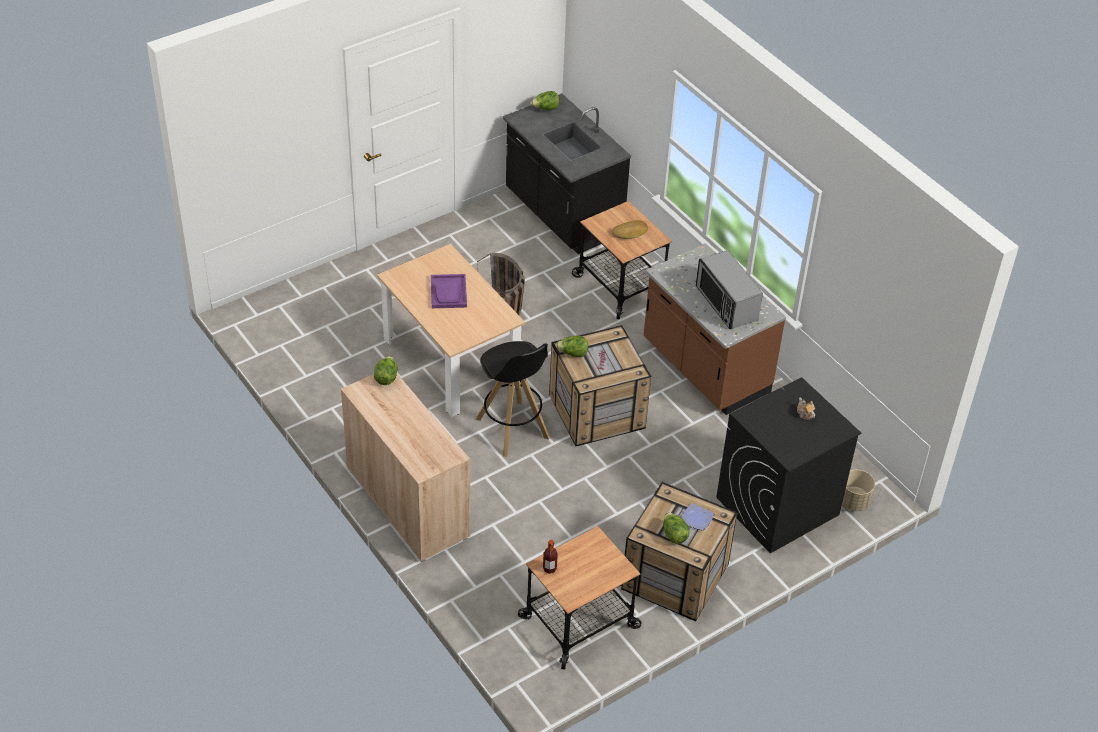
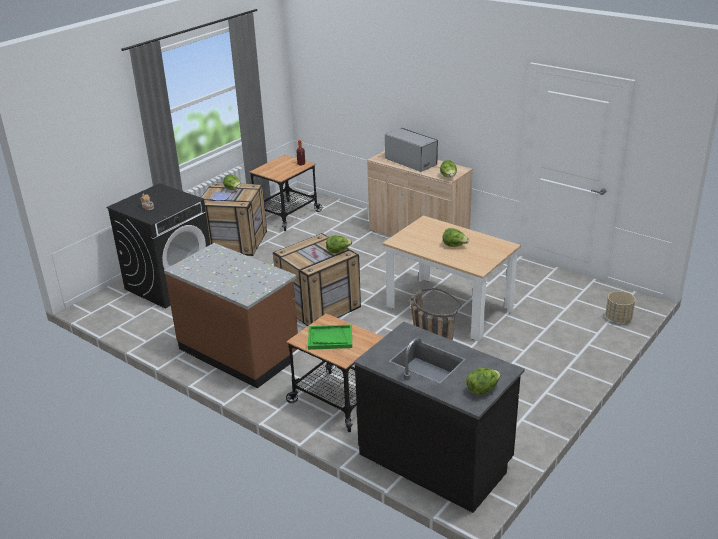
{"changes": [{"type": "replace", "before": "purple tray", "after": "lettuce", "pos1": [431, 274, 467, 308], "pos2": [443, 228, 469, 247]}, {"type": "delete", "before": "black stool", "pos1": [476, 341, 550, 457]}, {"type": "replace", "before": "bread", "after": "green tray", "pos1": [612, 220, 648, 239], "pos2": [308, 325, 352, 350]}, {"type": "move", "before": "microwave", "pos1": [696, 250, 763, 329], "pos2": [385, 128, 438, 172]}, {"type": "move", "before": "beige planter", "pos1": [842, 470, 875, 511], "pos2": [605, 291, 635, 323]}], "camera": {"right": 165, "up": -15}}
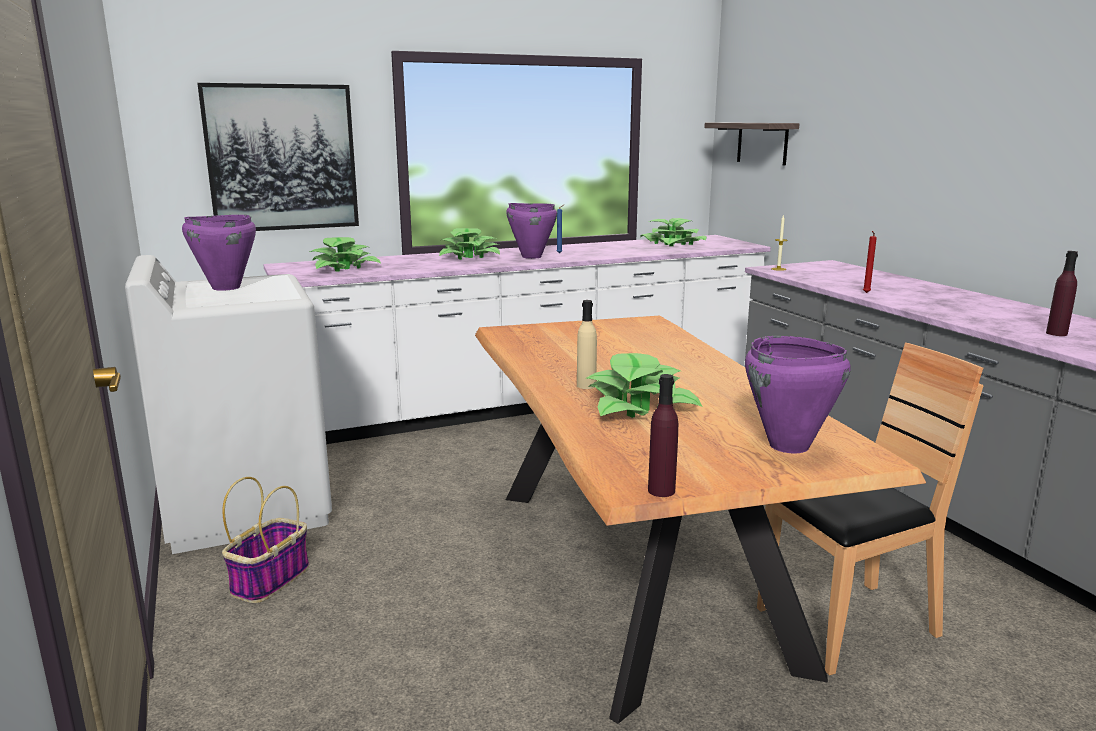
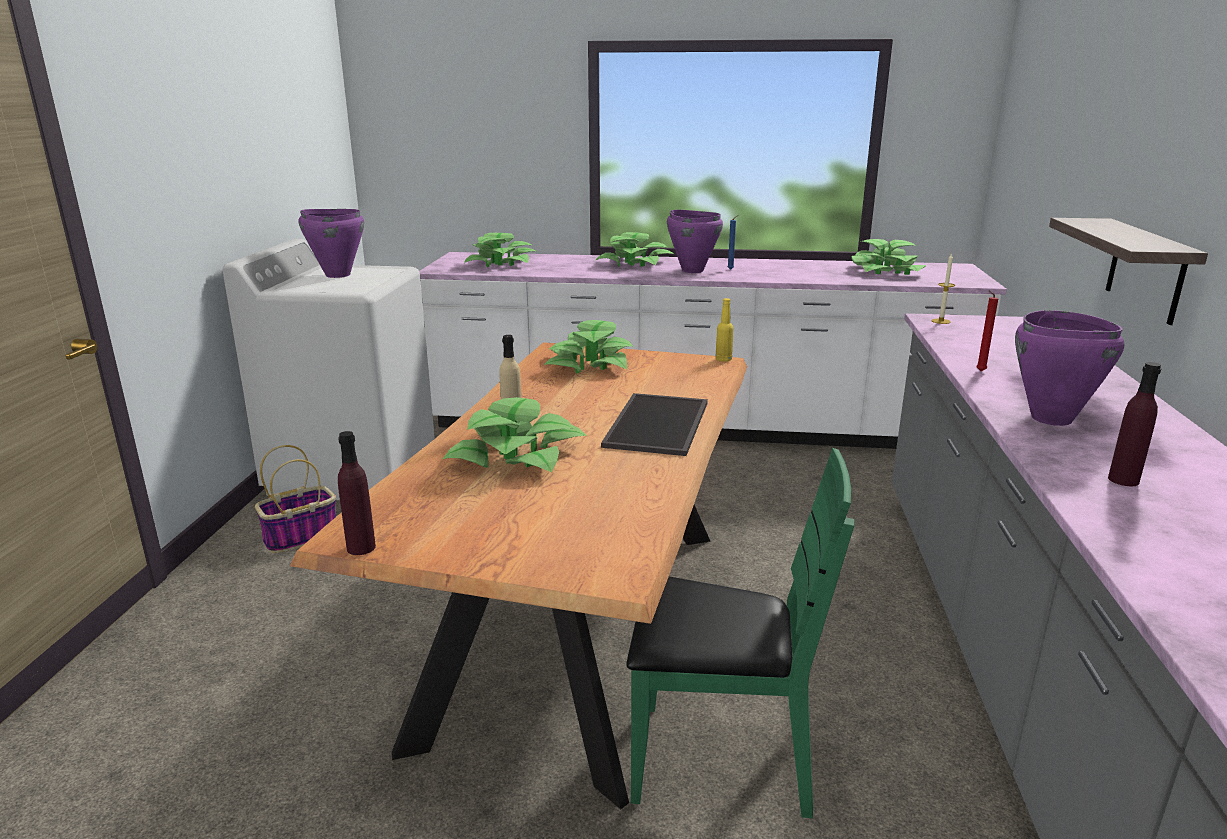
{"changes": [{"type": "delete", "before": "picture", "pos1": [197, 83, 359, 231]}, {"type": "move", "before": "shelf", "pos1": [704, 123, 799, 166], "pos2": [1049, 218, 1208, 325]}, {"type": "move", "before": "purple cooking pot", "pos1": [745, 336, 851, 453], "pos2": [1015, 310, 1125, 426]}, {"type": "recolor", "before": "brown chair", "after": "green chair", "pos1": [757, 342, 984, 675], "pos2": [626, 448, 854, 818]}, {"type": "insert", "after": "potted plant", "pos2": [544, 320, 634, 373]}, {"type": "insert", "after": "tray", "pos2": [601, 393, 708, 456]}, {"type": "insert", "after": "yellow bottle", "pos2": [715, 298, 733, 362]}], "camera": {"right": 30, "up": 5}}
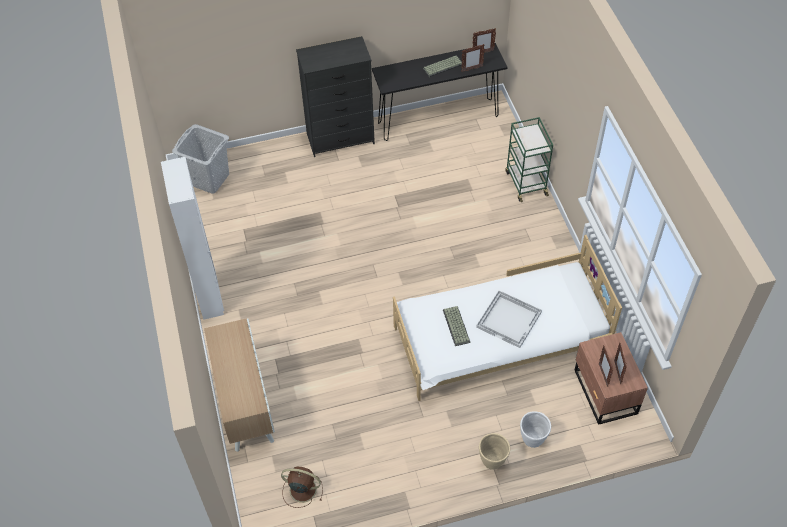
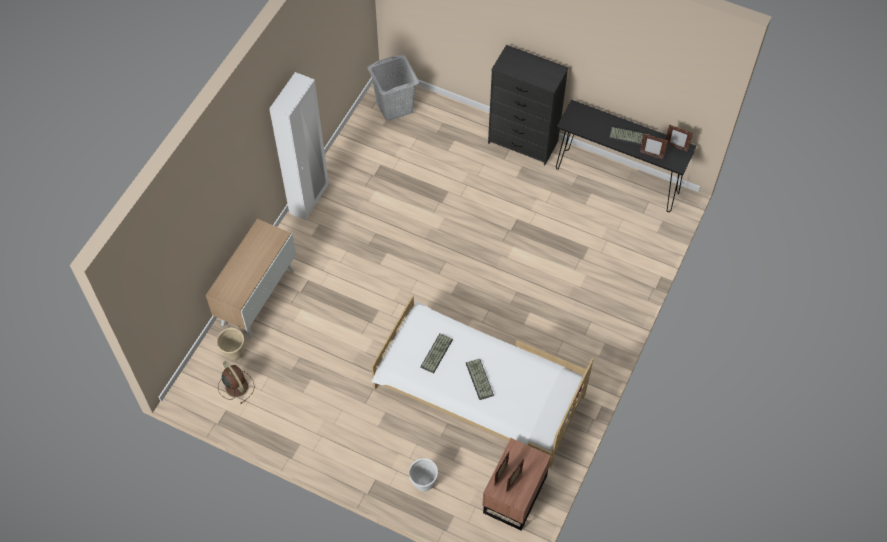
{"changes": [{"type": "replace", "before": "white tray", "after": "keyboard", "pos1": [476, 290, 542, 348], "pos2": [466, 359, 494, 400]}, {"type": "move", "before": "beige planter", "pos1": [479, 433, 510, 470], "pos2": [217, 328, 244, 361]}, {"type": "delete", "before": "green cart", "pos1": [505, 117, 553, 202]}], "camera": {"right": 40, "up": 5}}
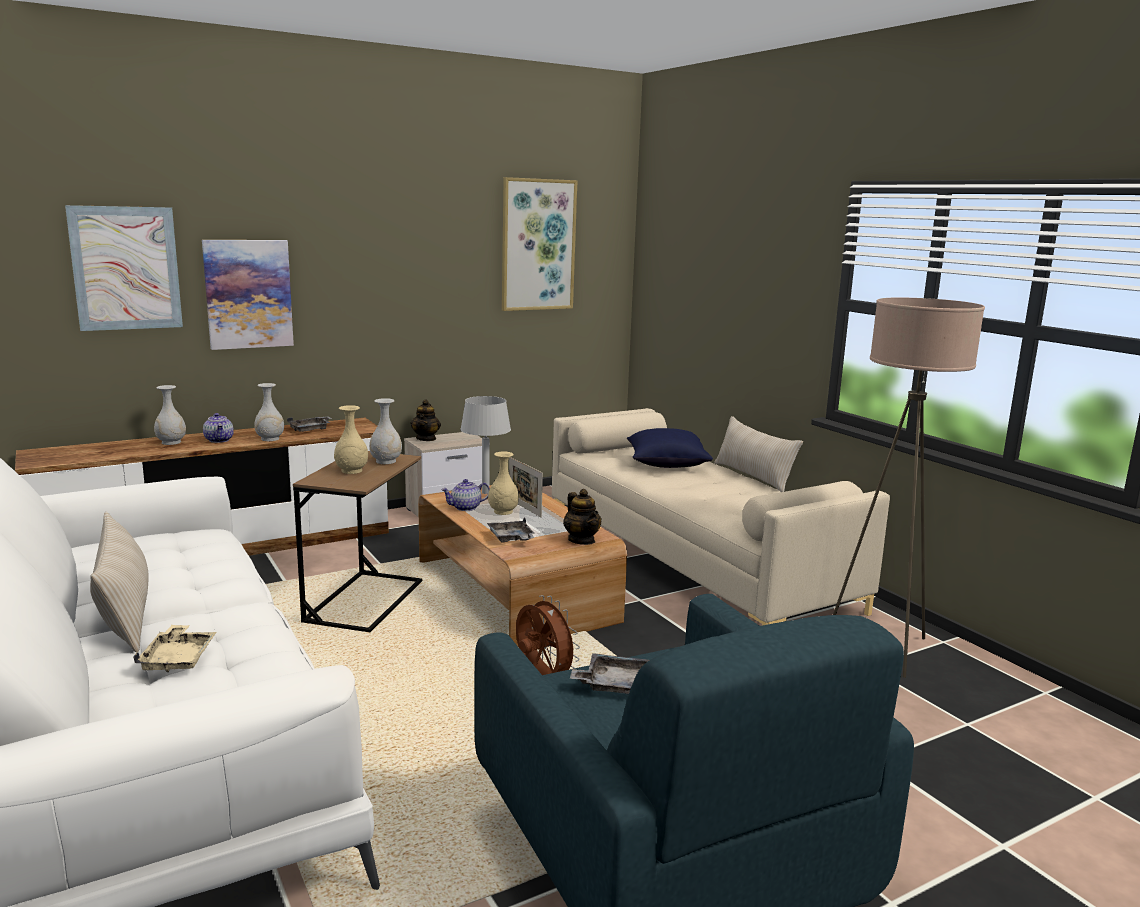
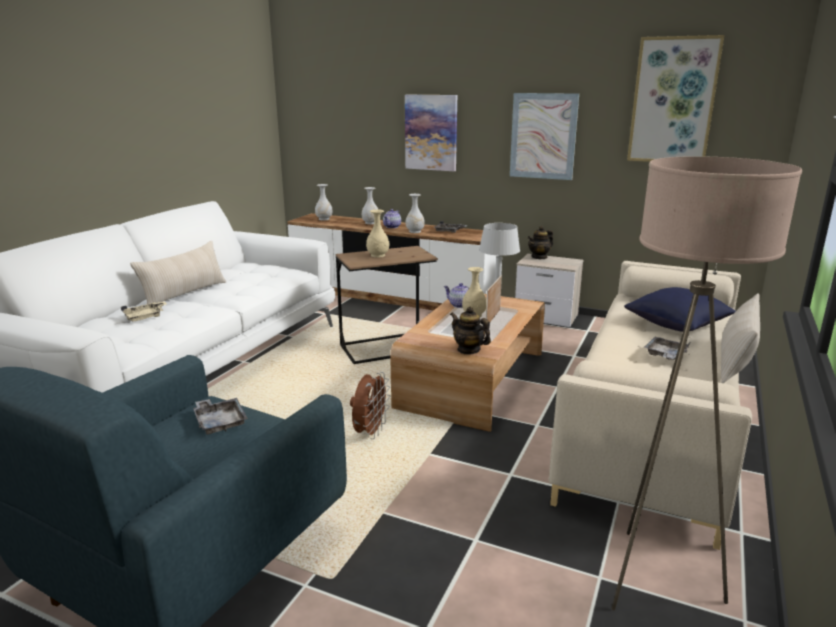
{"changes": [{"type": "move", "before": "picture", "pos1": [65, 205, 183, 331], "pos2": [510, 93, 579, 180]}, {"type": "move", "before": "white vase", "pos1": [369, 398, 402, 464], "pos2": [315, 184, 333, 220]}, {"type": "move", "before": "grey tray", "pos1": [487, 517, 535, 542], "pos2": [644, 337, 690, 360]}, {"type": "rotate", "before": "teapot", "pos1": [563, 489, 602, 545], "pos2": [450, 306, 491, 355], "turn": 105}], "camera": {"right": 55, "up": 5}}
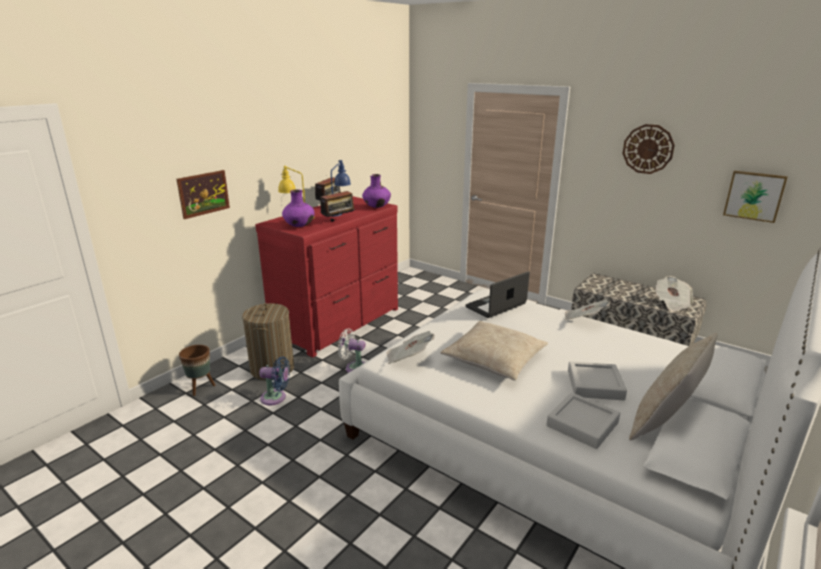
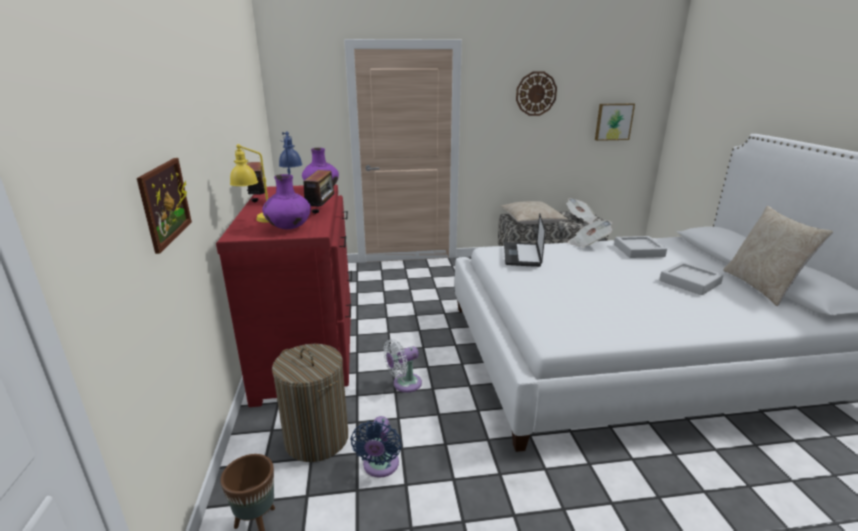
{"changes": [{"type": "rotate", "before": "blue fan", "pos1": [259, 357, 290, 405], "pos2": [351, 416, 402, 478], "turn": 135}, {"type": "delete", "before": "newspaper", "pos1": [387, 331, 435, 364]}, {"type": "move", "before": "beige pillow", "pos1": [440, 321, 548, 381], "pos2": [501, 201, 568, 225]}, {"type": "move", "before": "grey tray", "pos1": [546, 392, 620, 449], "pos2": [614, 236, 667, 258]}], "camera": {"right": -45, "up": 0}}
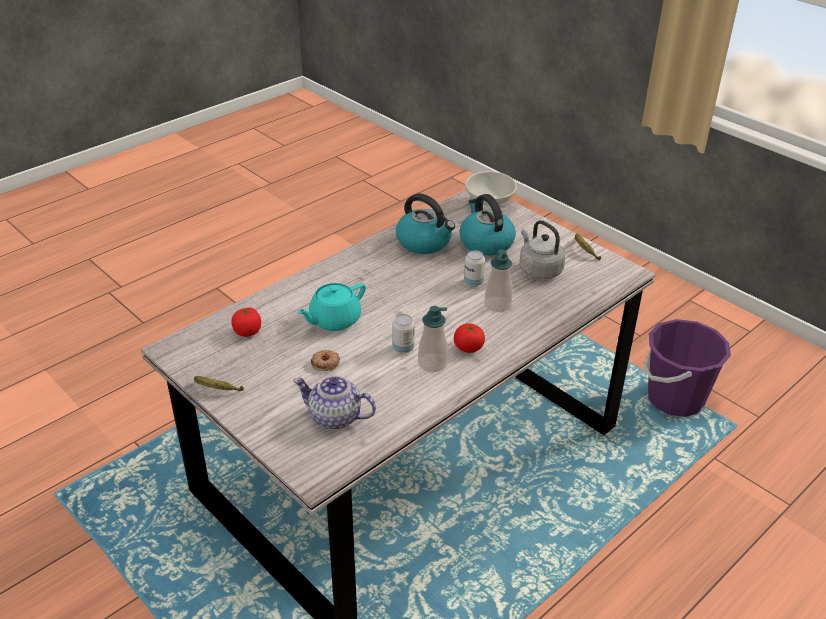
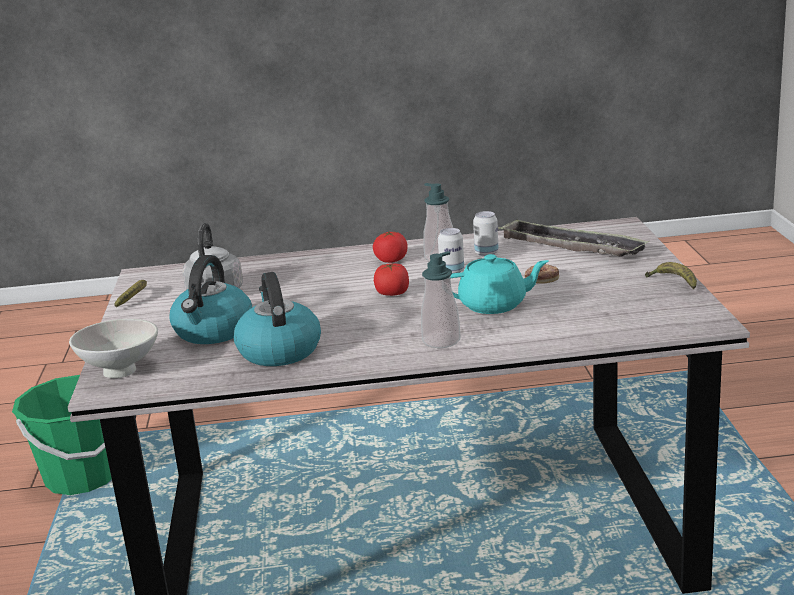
{"changes": [{"type": "move", "before": "tomato", "pos1": [231, 308, 261, 337], "pos2": [374, 263, 409, 296]}, {"type": "replace", "before": "teapot", "after": "tray", "pos1": [293, 376, 376, 430], "pos2": [498, 219, 650, 257]}, {"type": "move", "before": "can", "pos1": [464, 250, 485, 287], "pos2": [473, 211, 499, 256]}, {"type": "move", "before": "soap dispenser", "pos1": [484, 249, 513, 312], "pos2": [421, 251, 461, 348]}, {"type": "recolor", "before": "purple bucket", "after": "green bucket", "pos1": [644, 319, 731, 417], "pos2": [12, 375, 112, 495]}], "camera": {"right": -140, "up": -15}}
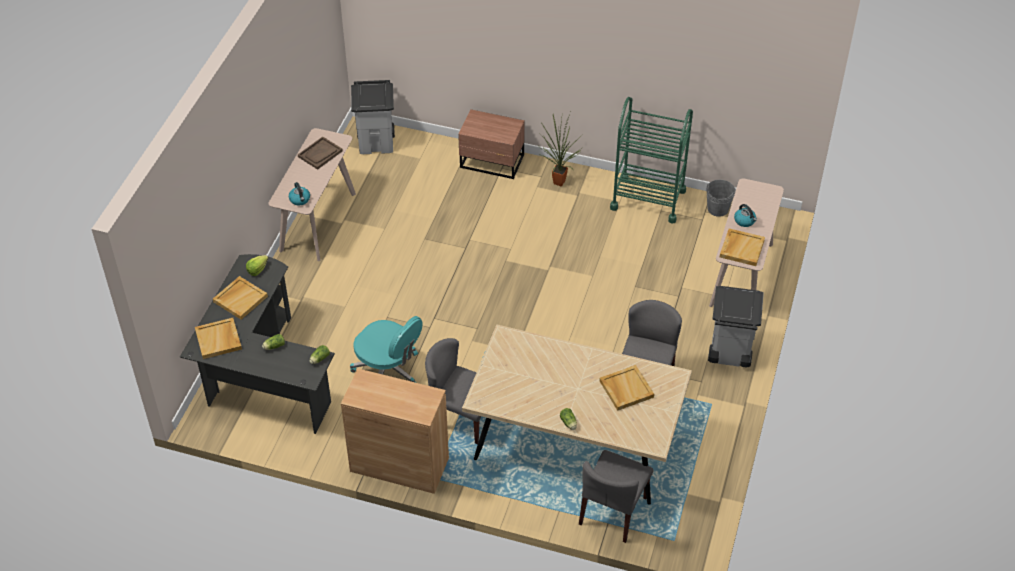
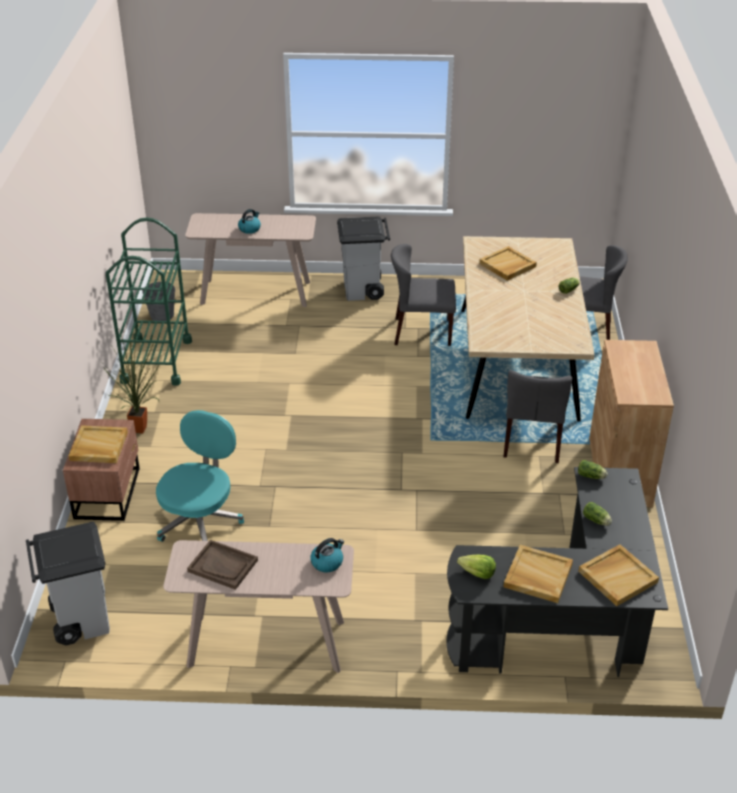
{"changes": [{"type": "move", "before": "turquoise office chair", "pos1": [350, 316, 422, 383], "pos2": [156, 410, 244, 542]}, {"type": "move", "before": "beige tray", "pos1": [720, 228, 765, 266], "pos2": [69, 425, 128, 463]}], "camera": {"right": -105, "up": -10}}
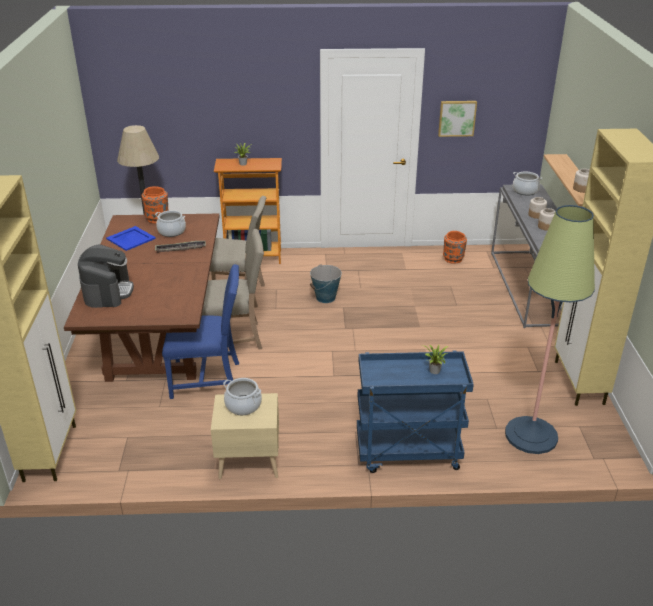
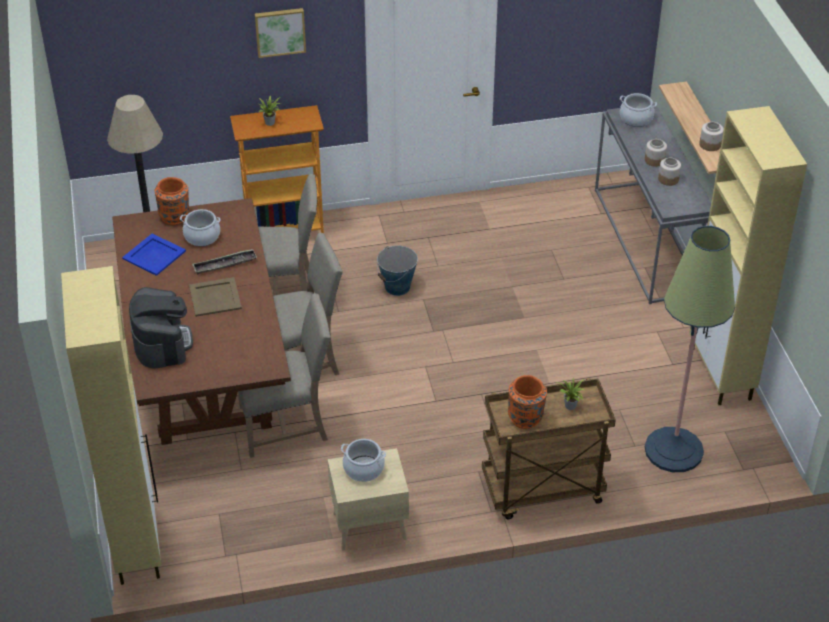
{"changes": [{"type": "recolor", "before": "blue chair", "after": "beige chair", "pos1": [162, 264, 239, 399], "pos2": [238, 293, 331, 458]}, {"type": "recolor", "before": "blue cart", "after": "brown cart", "pos1": [357, 350, 474, 473], "pos2": [482, 378, 616, 519]}, {"type": "move", "before": "picture", "pos1": [438, 101, 477, 137], "pos2": [255, 8, 306, 58]}, {"type": "move", "before": "orange vase", "pos1": [443, 231, 467, 264], "pos2": [508, 375, 547, 429]}, {"type": "insert", "after": "beige tray", "pos2": [189, 277, 242, 317]}], "camera": {"right": -10, "up": 10}}
